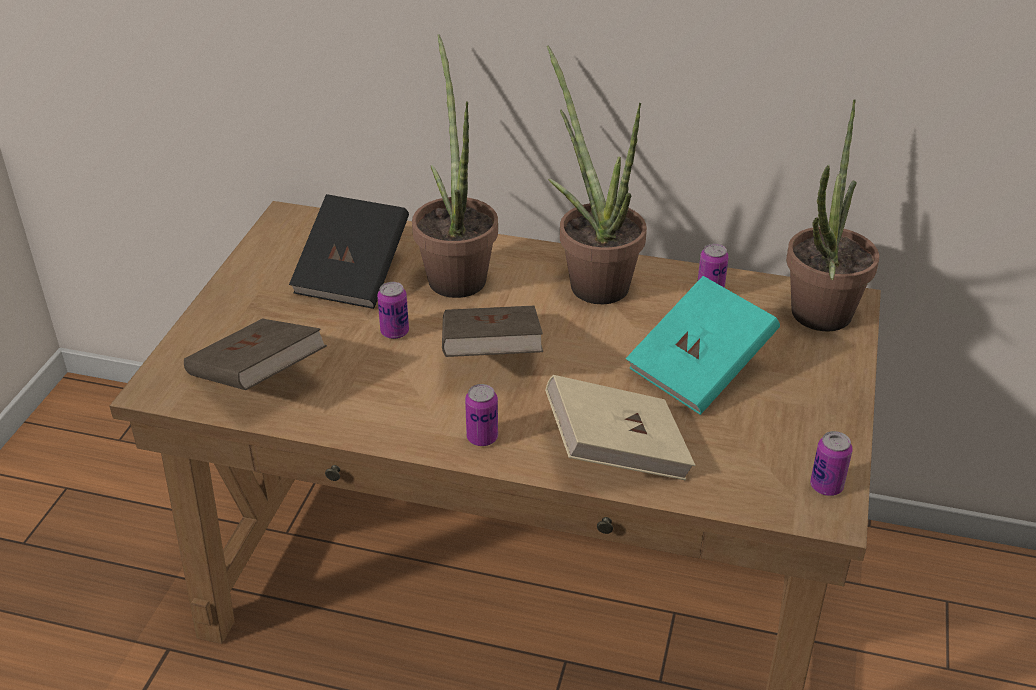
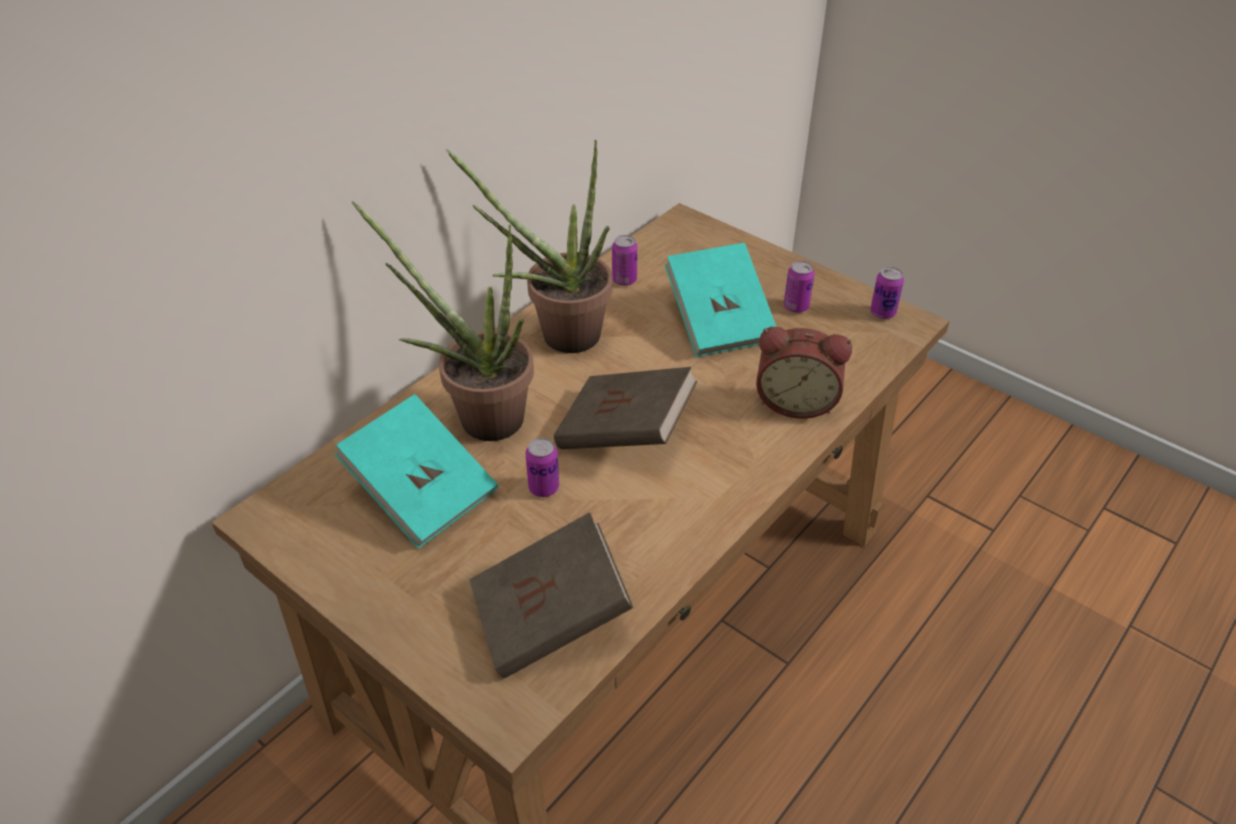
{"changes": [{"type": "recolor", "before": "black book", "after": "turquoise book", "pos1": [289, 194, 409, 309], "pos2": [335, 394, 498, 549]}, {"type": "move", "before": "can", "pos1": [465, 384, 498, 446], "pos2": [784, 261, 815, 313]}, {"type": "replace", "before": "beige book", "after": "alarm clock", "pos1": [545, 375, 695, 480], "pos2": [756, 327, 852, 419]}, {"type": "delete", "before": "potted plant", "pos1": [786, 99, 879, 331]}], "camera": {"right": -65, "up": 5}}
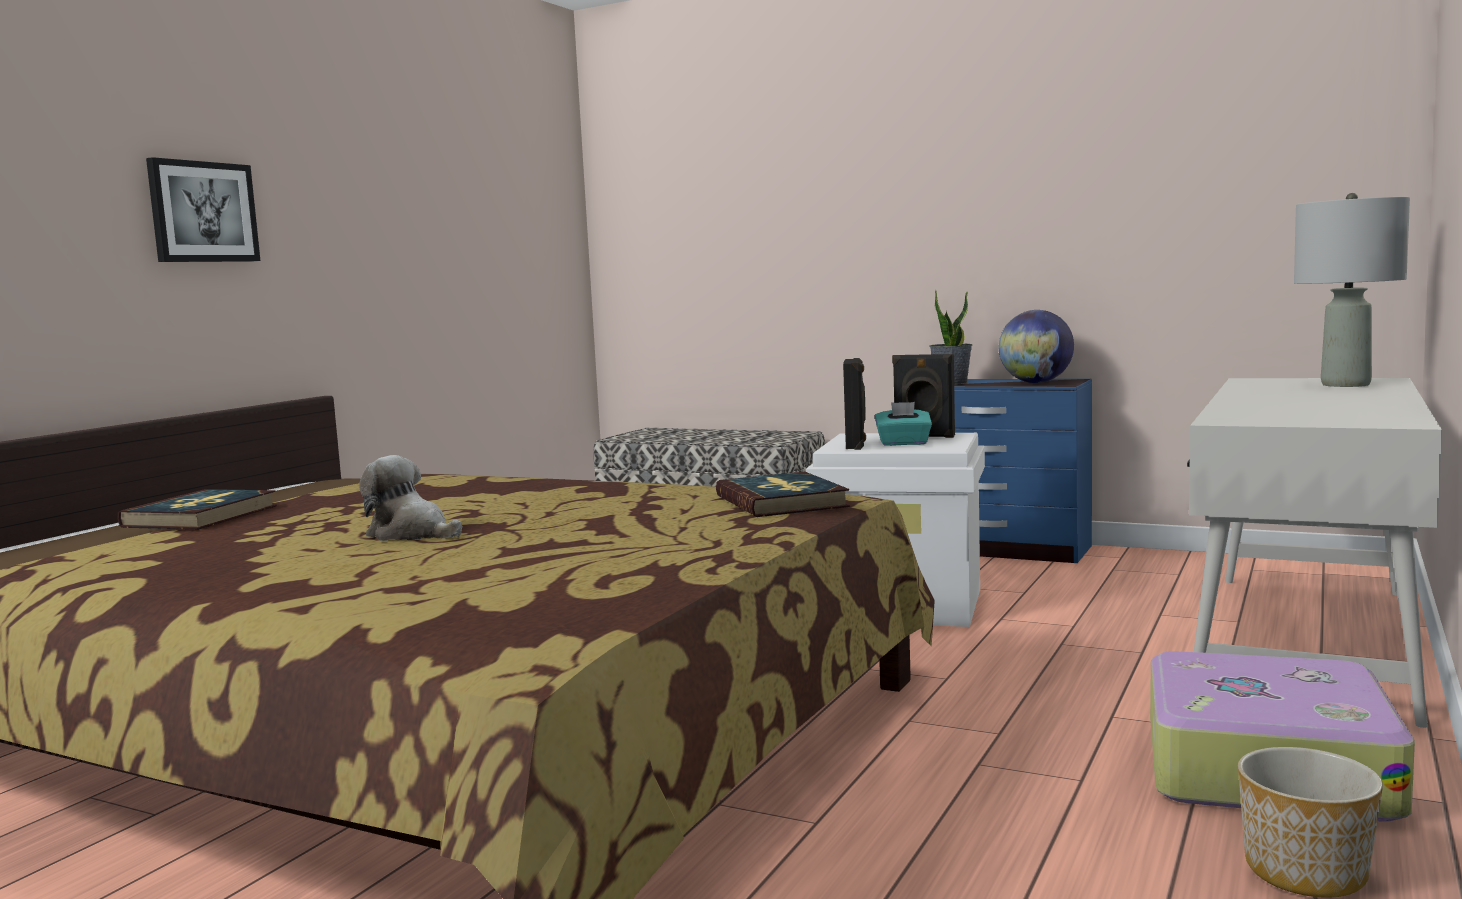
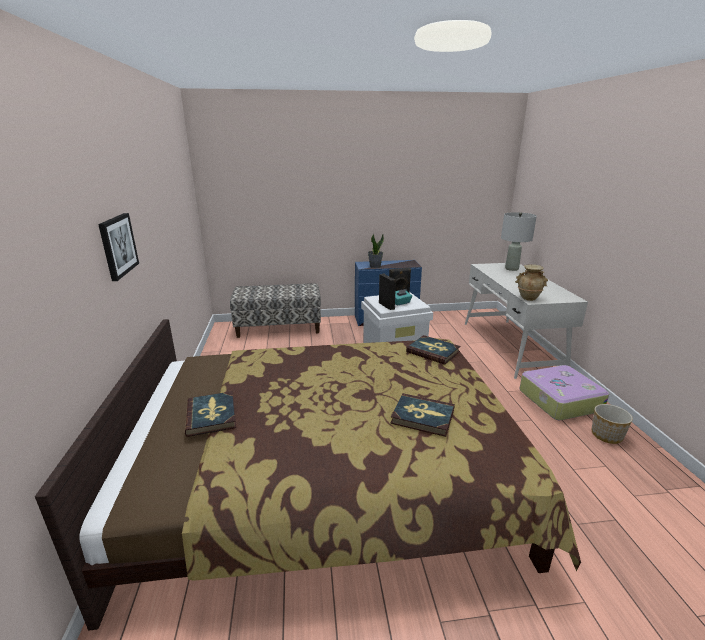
{"changes": [{"type": "delete", "before": "plush toy", "pos1": [359, 455, 462, 541]}, {"type": "delete", "before": "globe", "pos1": [999, 310, 1074, 383]}, {"type": "insert", "after": "book", "pos2": [390, 393, 455, 437]}, {"type": "insert", "after": "beige vase", "pos2": [515, 264, 548, 301]}], "camera": {"right": -35, "up": 15}}
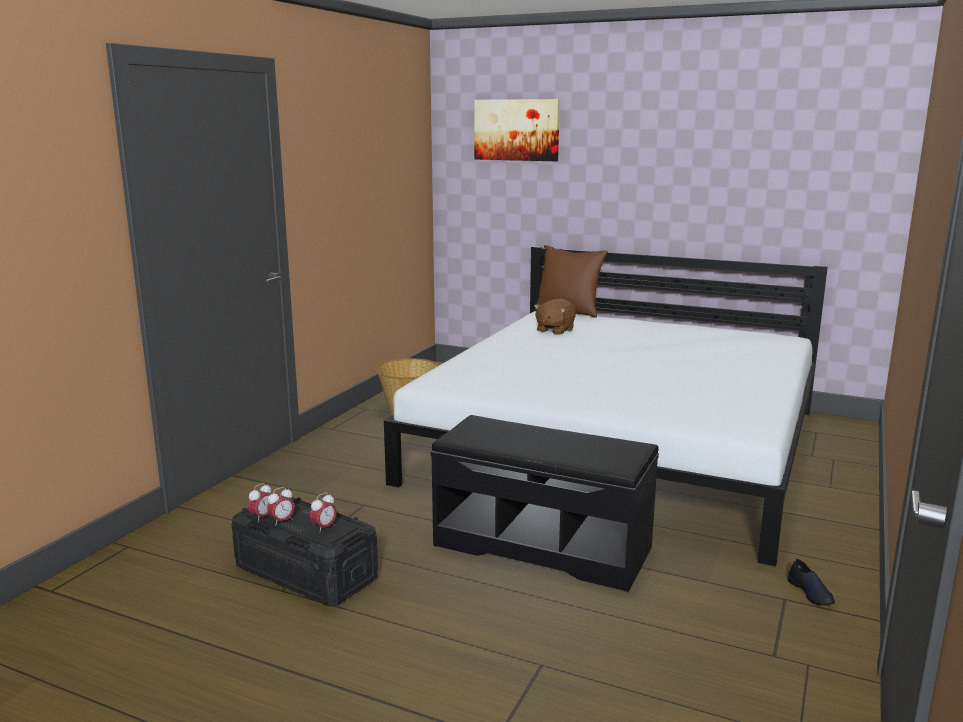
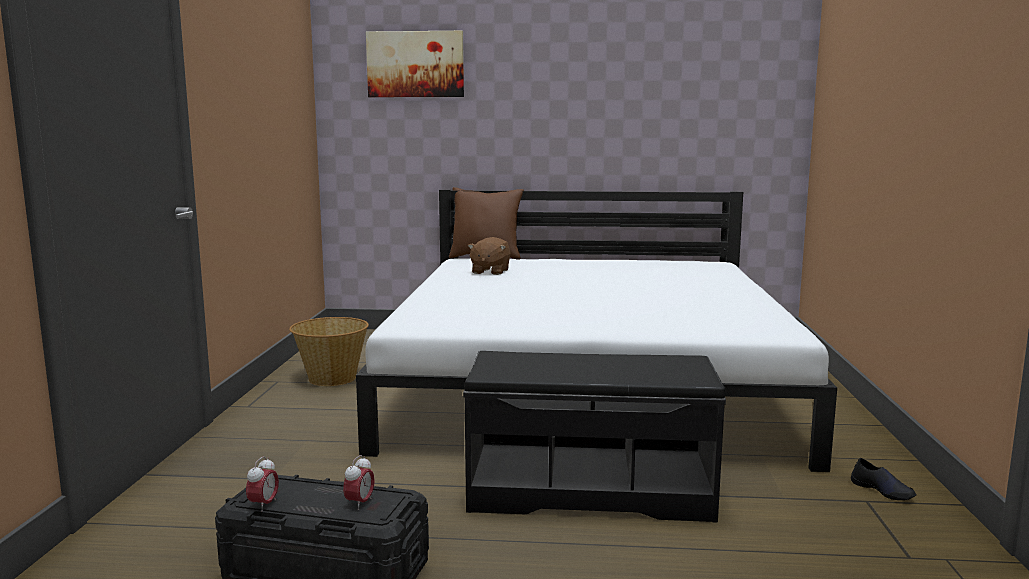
{"changes": [{"type": "delete", "before": "alarm clock", "pos1": [267, 487, 295, 526]}], "camera": {"right": -20, "up": -5}}
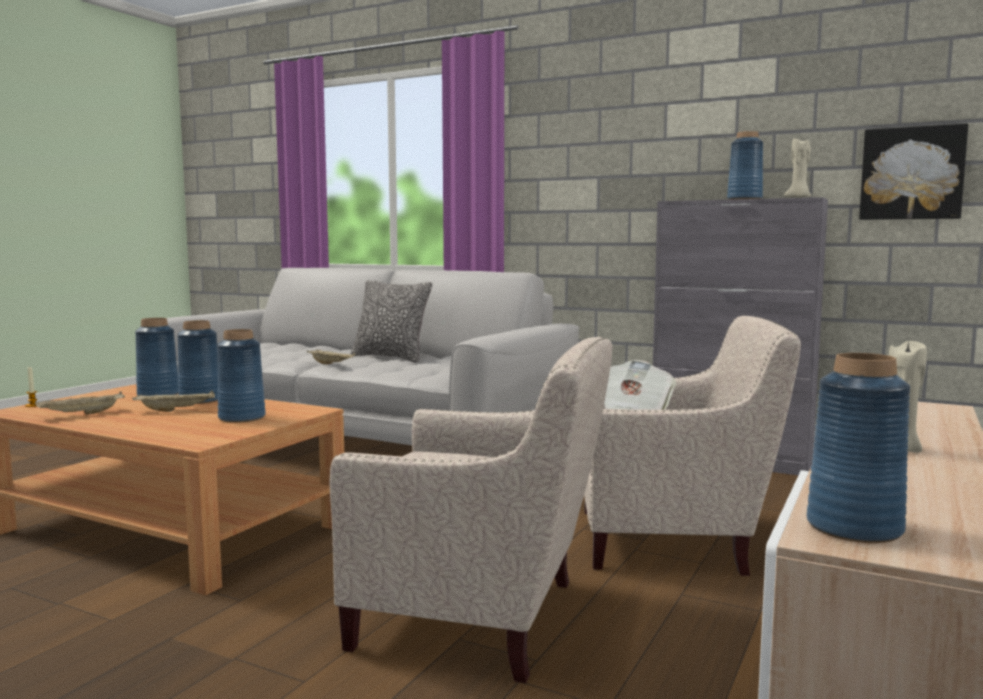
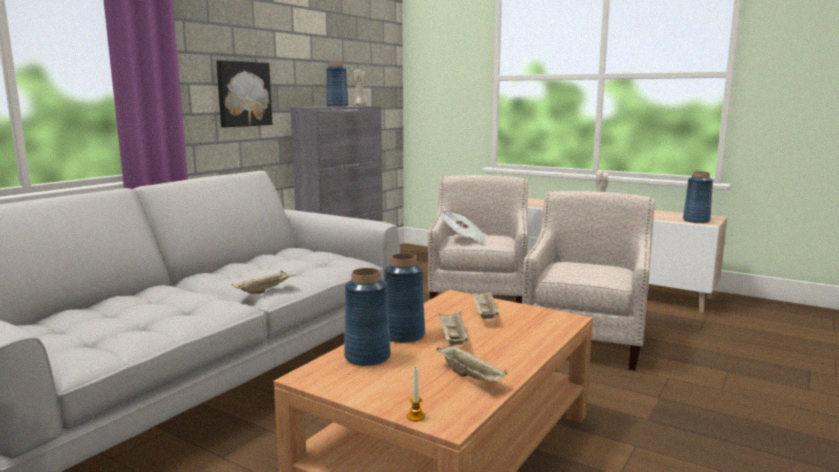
{"changes": [{"type": "replace", "before": "blue vase", "after": "beige tray", "pos1": [217, 329, 266, 423], "pos2": [471, 291, 499, 319]}, {"type": "delete", "before": "pillow", "pos1": [351, 280, 432, 362]}, {"type": "move", "before": "picture", "pos1": [859, 124, 968, 220], "pos2": [216, 60, 272, 127]}], "camera": {"right": -85, "up": 5}}
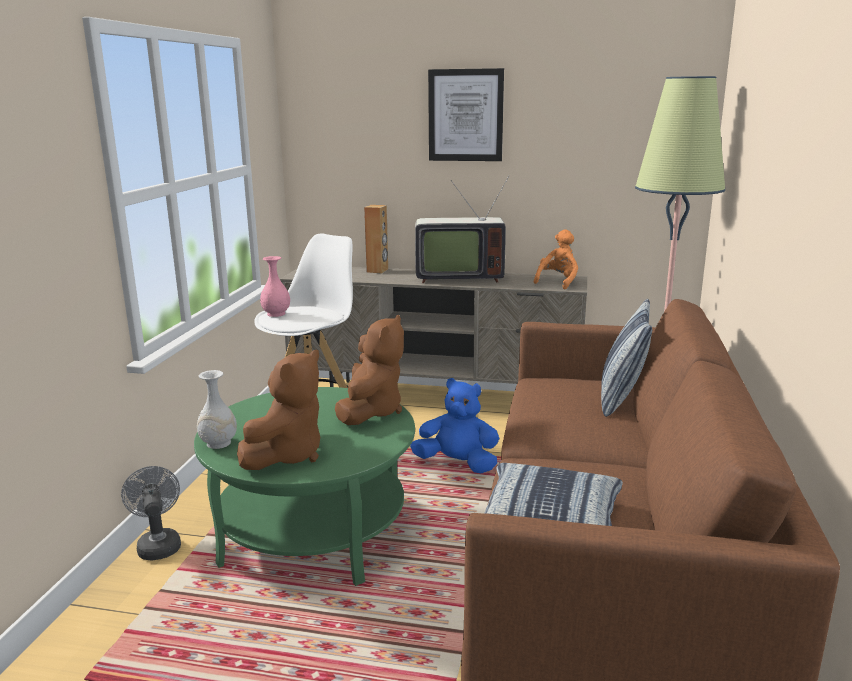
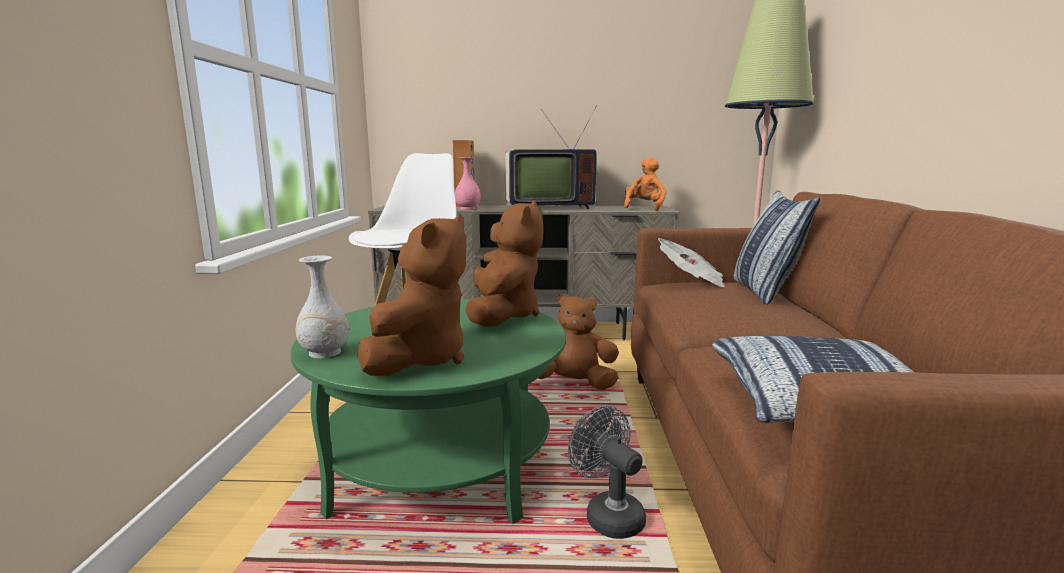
{"changes": [{"type": "move", "before": "grey fan", "pos1": [121, 466, 181, 561], "pos2": [568, 406, 646, 539]}, {"type": "move", "before": "pink vase", "pos1": [260, 256, 290, 317], "pos2": [455, 158, 481, 210]}, {"type": "recolor", "before": "blue plush toy", "after": "brown plush toy", "pos1": [410, 378, 499, 473], "pos2": [538, 293, 619, 390]}, {"type": "delete", "before": "picture", "pos1": [428, 68, 504, 161]}, {"type": "insert", "after": "newspaper", "pos2": [658, 238, 725, 288]}], "camera": {"right": -10, "up": -5}}
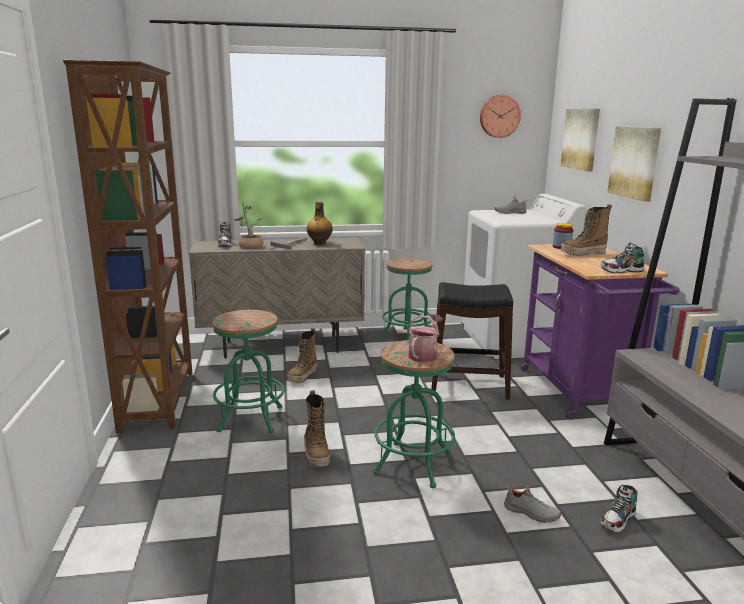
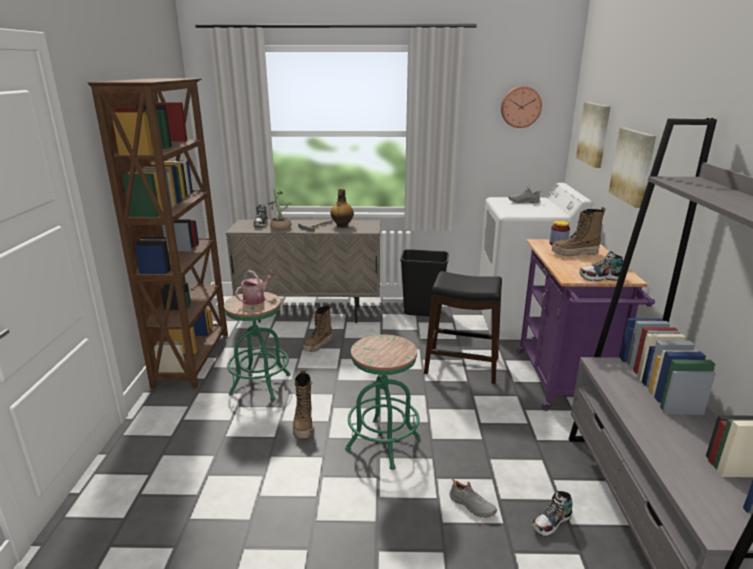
{"changes": [{"type": "replace", "before": "green stool", "after": "black trash can", "pos1": [379, 258, 433, 340], "pos2": [400, 249, 449, 316]}, {"type": "move", "before": "watering can", "pos1": [408, 314, 443, 362], "pos2": [235, 270, 275, 305]}], "camera": {"right": 10, "up": 5}}
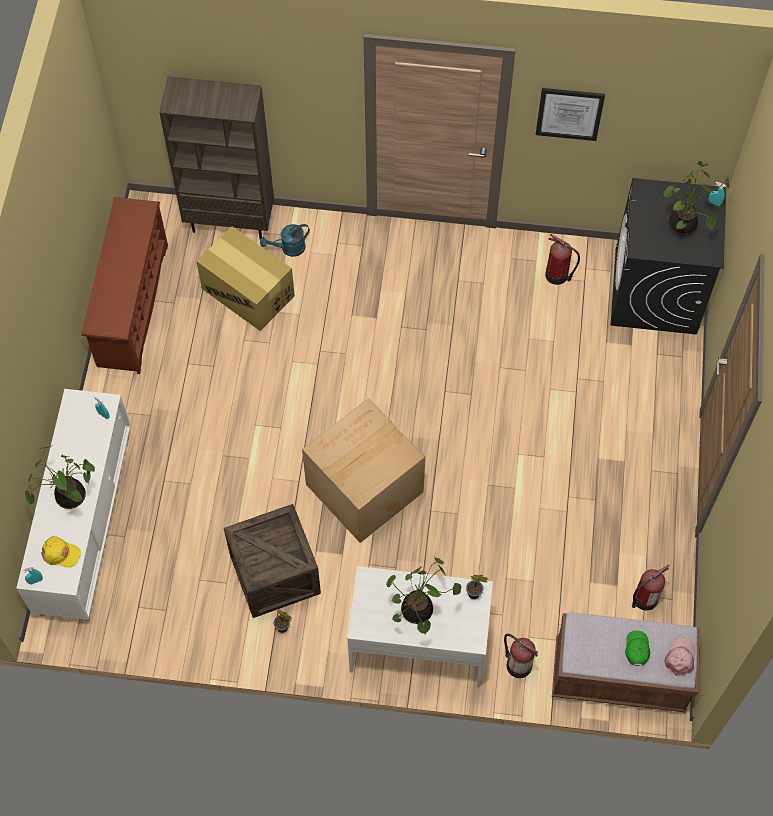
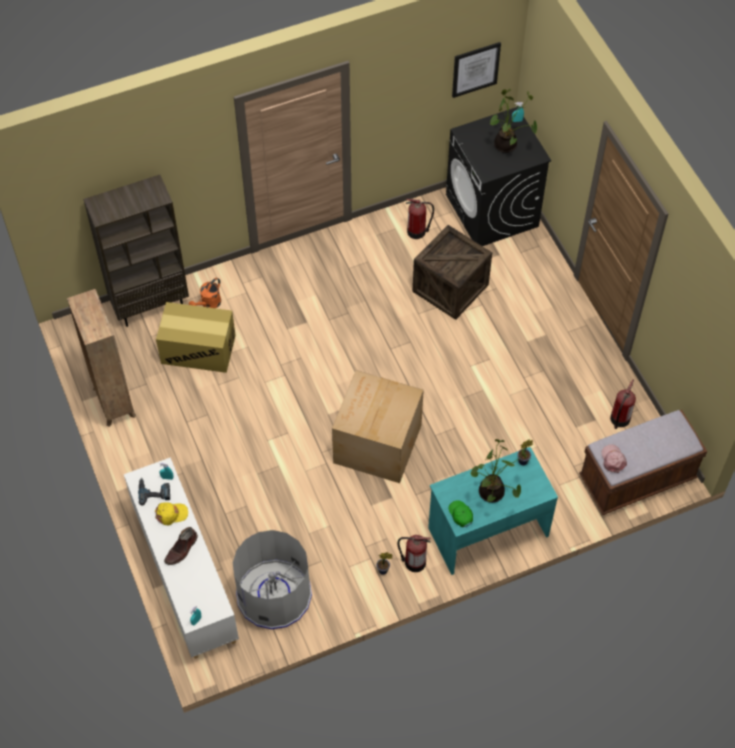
{"changes": [{"type": "replace", "before": "potted plant", "after": "brown boot", "pos1": [25, 445, 95, 509], "pos2": [164, 527, 198, 565]}, {"type": "move", "before": "yellow cap", "pos1": [41, 536, 81, 567], "pos2": [155, 502, 188, 526]}, {"type": "replace", "before": "brown shoe rack", "after": "brown bookcase", "pos1": [81, 197, 168, 374], "pos2": [67, 289, 136, 427]}, {"type": "move", "before": "crate", "pos1": [224, 504, 321, 618], "pos2": [412, 225, 492, 320]}, {"type": "recolor", "before": "turquoise watering can", "after": "orange watering can", "pos1": [260, 224, 310, 257], "pos2": [189, 278, 221, 308]}, {"type": "recolor", "before": "white desk", "after": "turquoise desk", "pos1": [347, 566, 493, 688], "pos2": [428, 447, 558, 575]}, {"type": "move", "before": "fire extinguisher", "pos1": [504, 634, 538, 678], "pos2": [397, 535, 431, 572]}, {"type": "move", "before": "picture", "pos1": [536, 88, 605, 141], "pos2": [452, 42, 501, 98]}, {"type": "move", "before": "green cap", "pos1": [625, 630, 650, 666], "pos2": [449, 500, 473, 527]}, {"type": "move", "before": "pink cap", "pos1": [665, 637, 695, 676], "pos2": [601, 445, 627, 473]}, {"type": "insert", "after": "power drill", "pos2": [138, 478, 170, 505]}, {"type": "insert", "after": "grey trash can", "pos2": [233, 530, 312, 629]}], "camera": {"right": -30, "up": -5}}
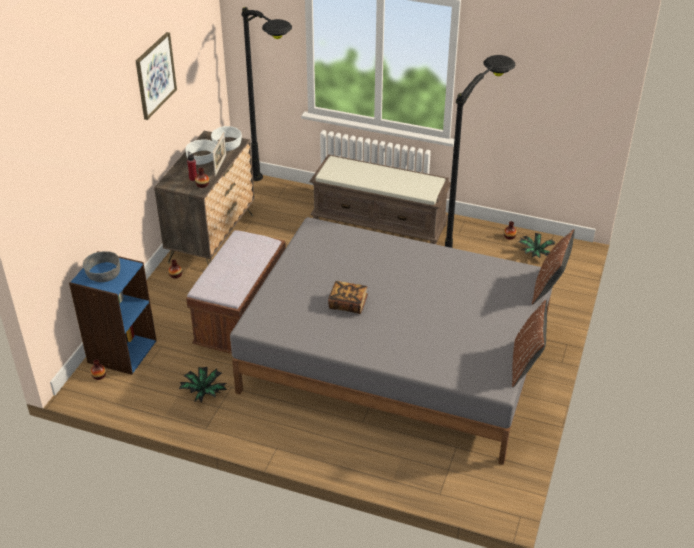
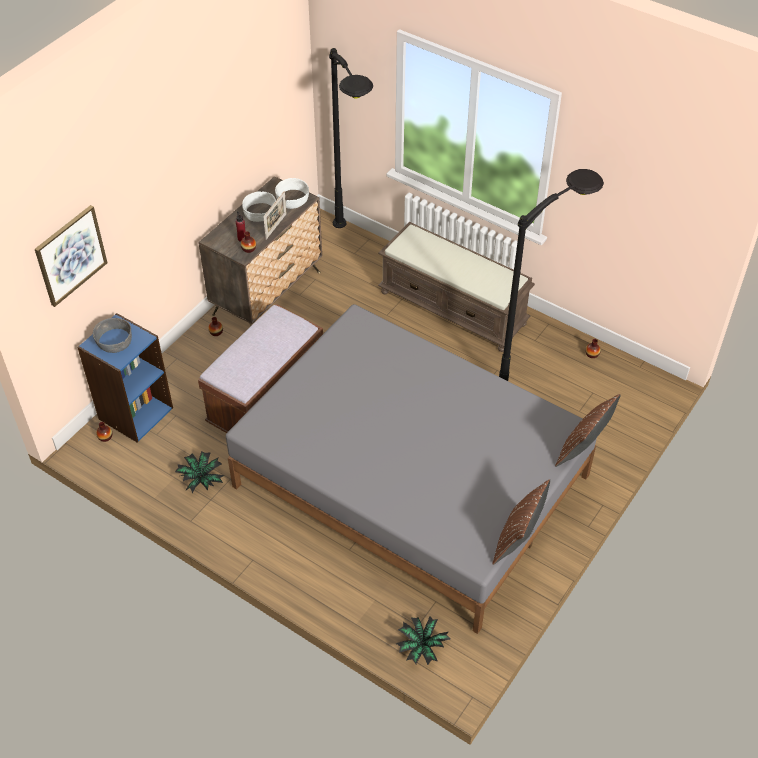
{"changes": [{"type": "move", "before": "picture", "pos1": [136, 32, 177, 120], "pos2": [35, 205, 107, 307]}, {"type": "delete", "before": "book", "pos1": [328, 281, 368, 314]}, {"type": "move", "before": "potted plant", "pos1": [519, 233, 556, 258], "pos2": [395, 616, 450, 665]}], "camera": {"right": 15, "up": 10}}
